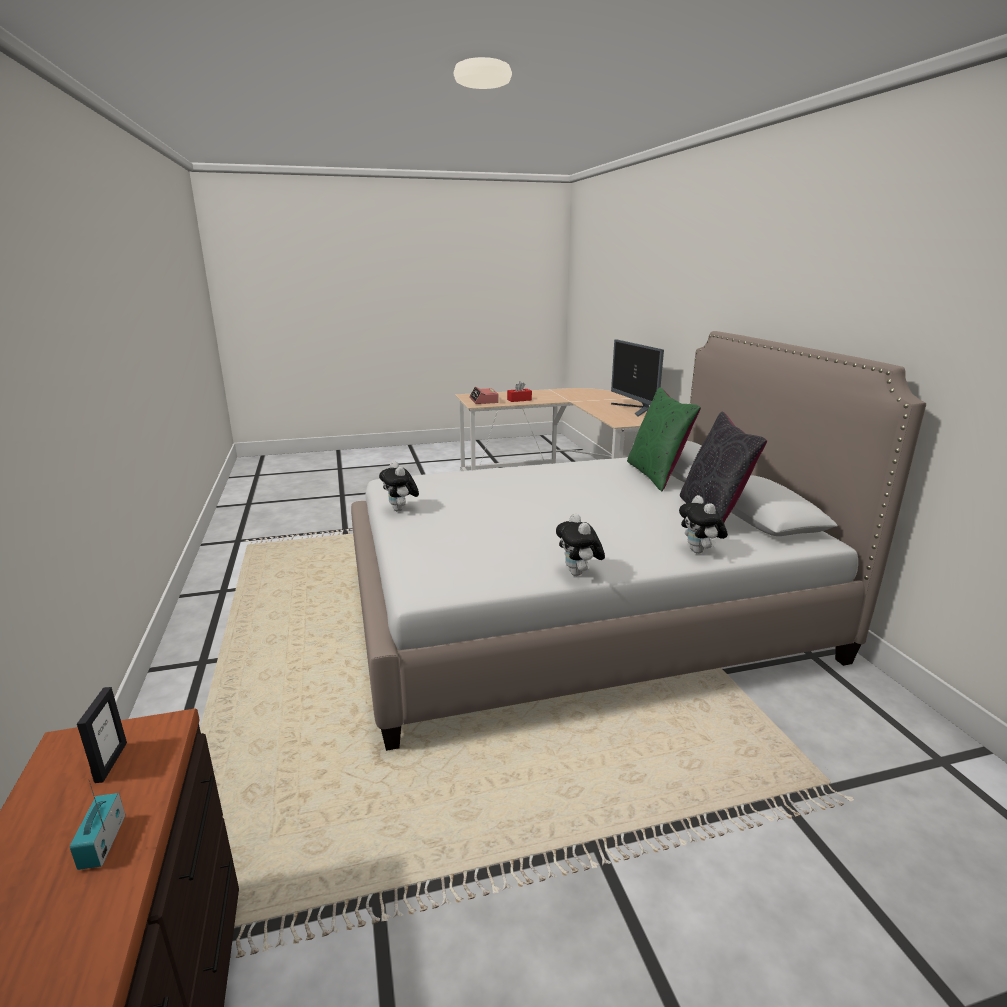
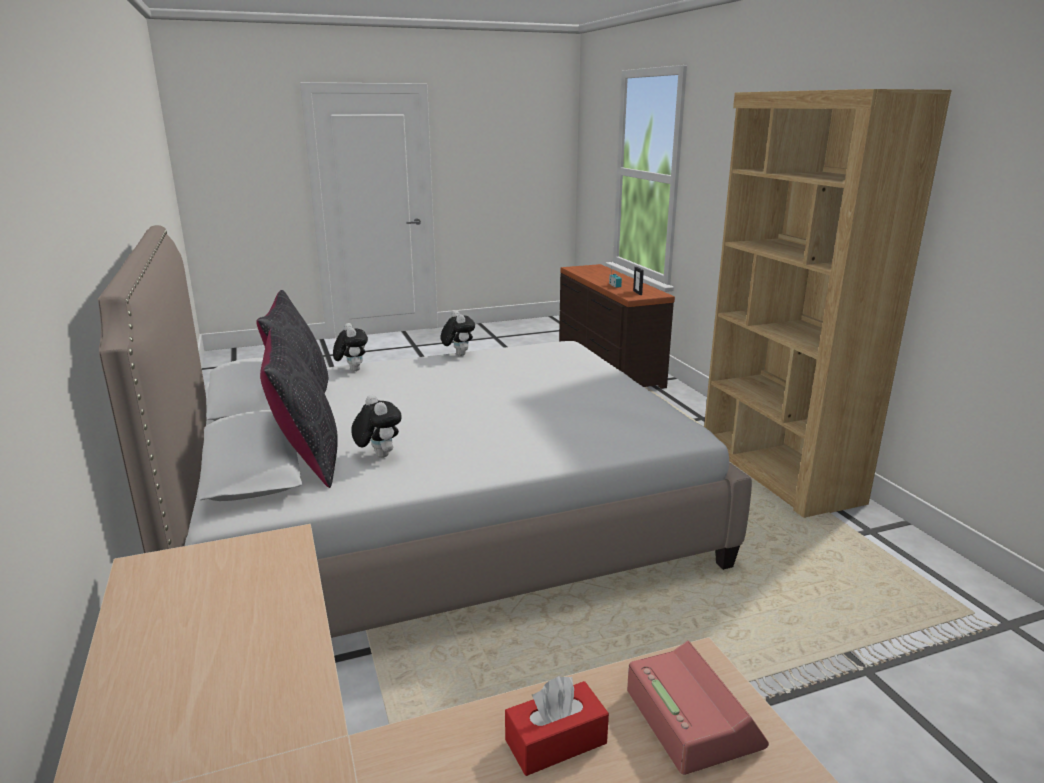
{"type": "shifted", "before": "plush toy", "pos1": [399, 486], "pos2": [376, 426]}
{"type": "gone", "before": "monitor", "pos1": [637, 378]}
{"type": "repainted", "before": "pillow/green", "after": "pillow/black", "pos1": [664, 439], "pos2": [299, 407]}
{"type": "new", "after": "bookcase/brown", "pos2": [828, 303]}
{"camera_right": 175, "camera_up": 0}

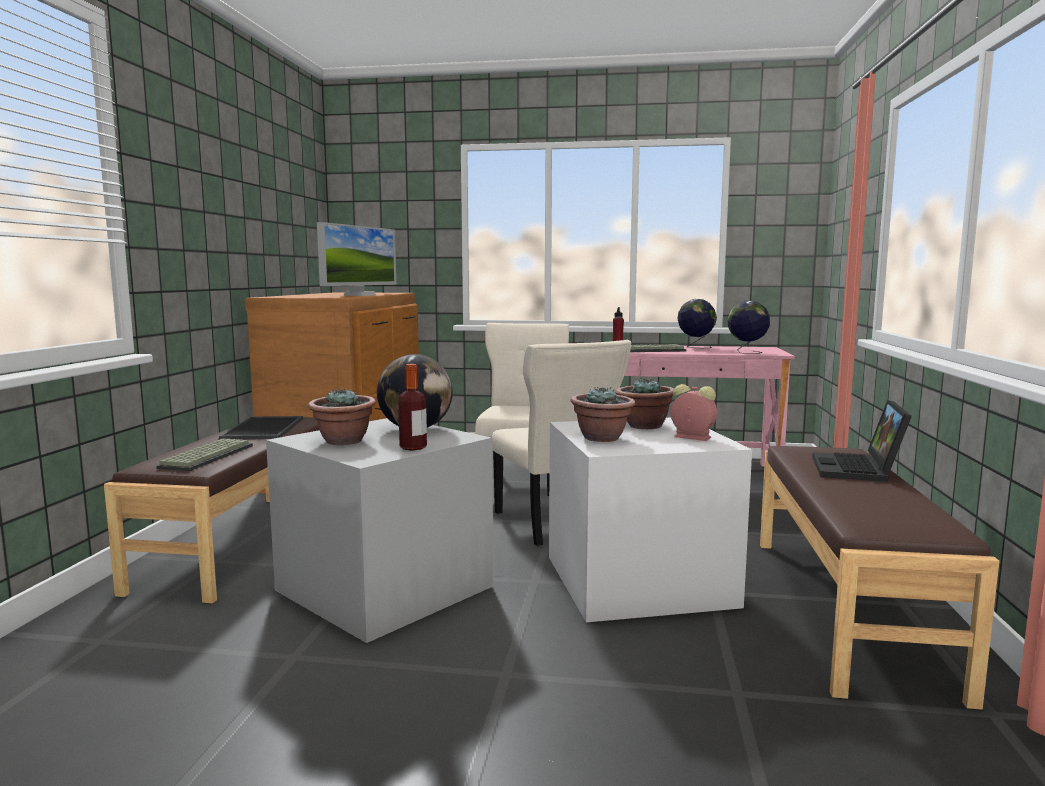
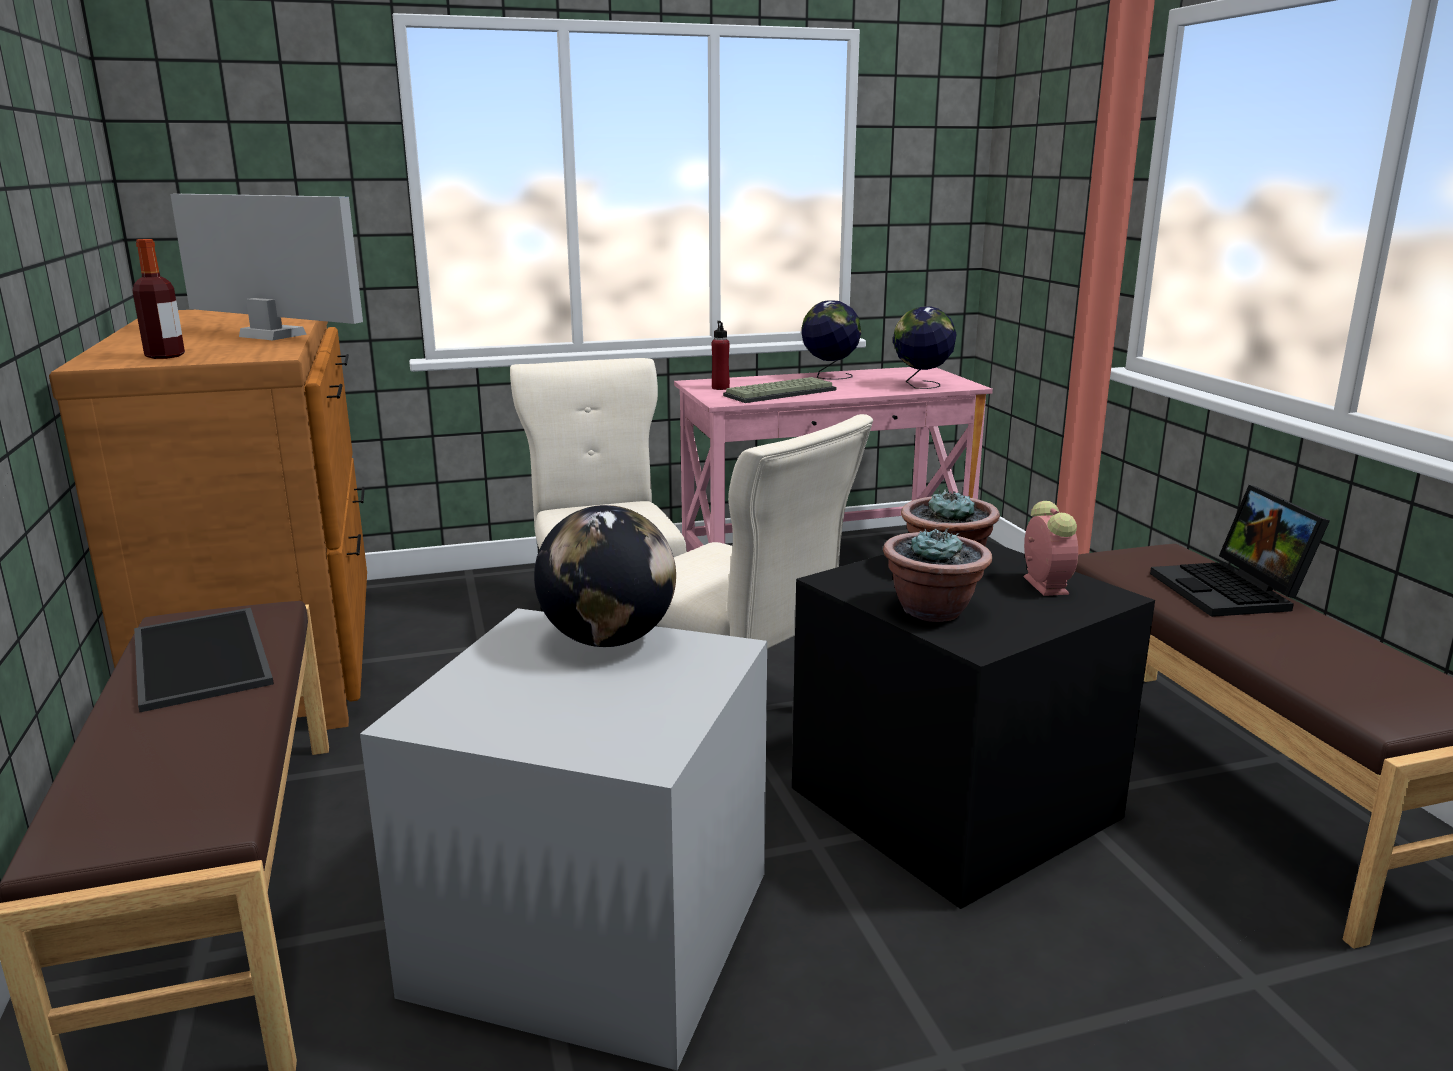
{"type": "gone", "before": "keyboard", "pos1": [204, 454]}
{"type": "gone", "before": "potted plant", "pos1": [342, 416]}
{"type": "rotated", "before": "monitor", "pos1": [356, 259], "pos2": [266, 267], "turn": -60}
{"type": "shifted", "before": "bottle", "pos1": [412, 407], "pos2": [158, 299]}
{"type": "repainted", "before": "storage box/white", "after": "storage box/black", "pos1": [650, 520], "pos2": [973, 725]}
{"type": "rotated", "before": "alarm clock", "pos1": [694, 412], "pos2": [1051, 548], "turn": 75}
{"camera_right": -25, "camera_up": 10}

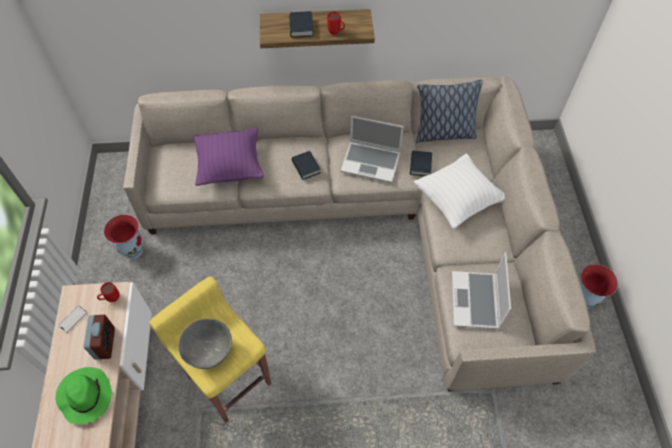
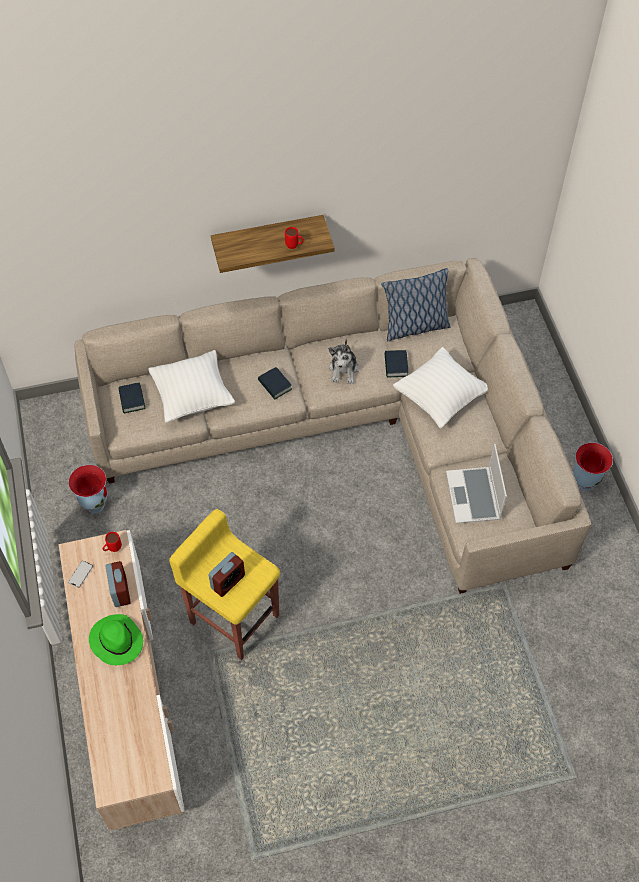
{"type": "swapped", "before": "bowl/grey", "after": "alarm clock", "pos1": [205, 344], "pos2": [226, 574]}
{"type": "repainted", "before": "pillow/purple", "after": "pillow/white", "pos1": [229, 157], "pos2": [191, 386]}
{"type": "shifted", "before": "book", "pos1": [301, 24], "pos2": [132, 397]}
{"type": "swapped", "before": "laptop", "after": "plush toy", "pos1": [372, 149], "pos2": [343, 362]}
{"camera_right": -10, "camera_up": 0}

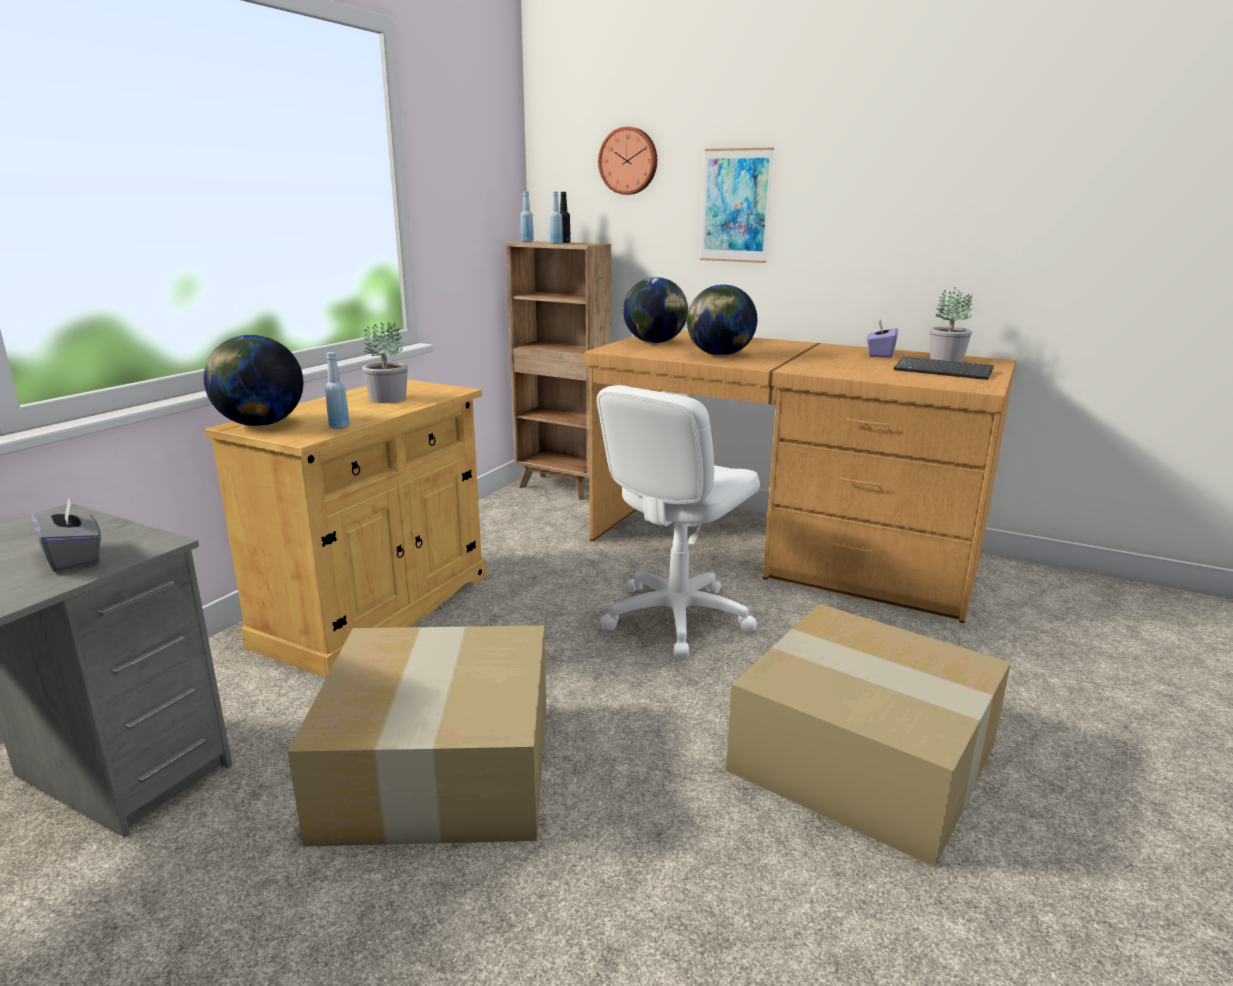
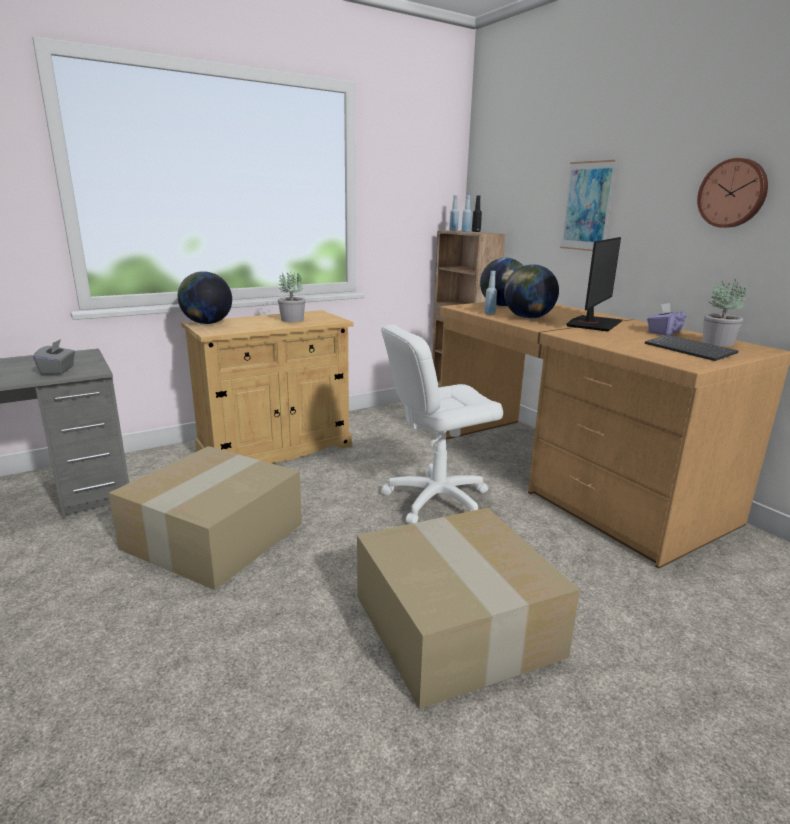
{"type": "shifted", "before": "bottle/blue", "pos1": [337, 390], "pos2": [490, 293]}
{"type": "shifted", "before": "wall clock", "pos1": [627, 161], "pos2": [732, 193]}
{"type": "new", "after": "monitor", "pos2": [594, 284]}
{"camera_right": 30, "camera_up": 0}

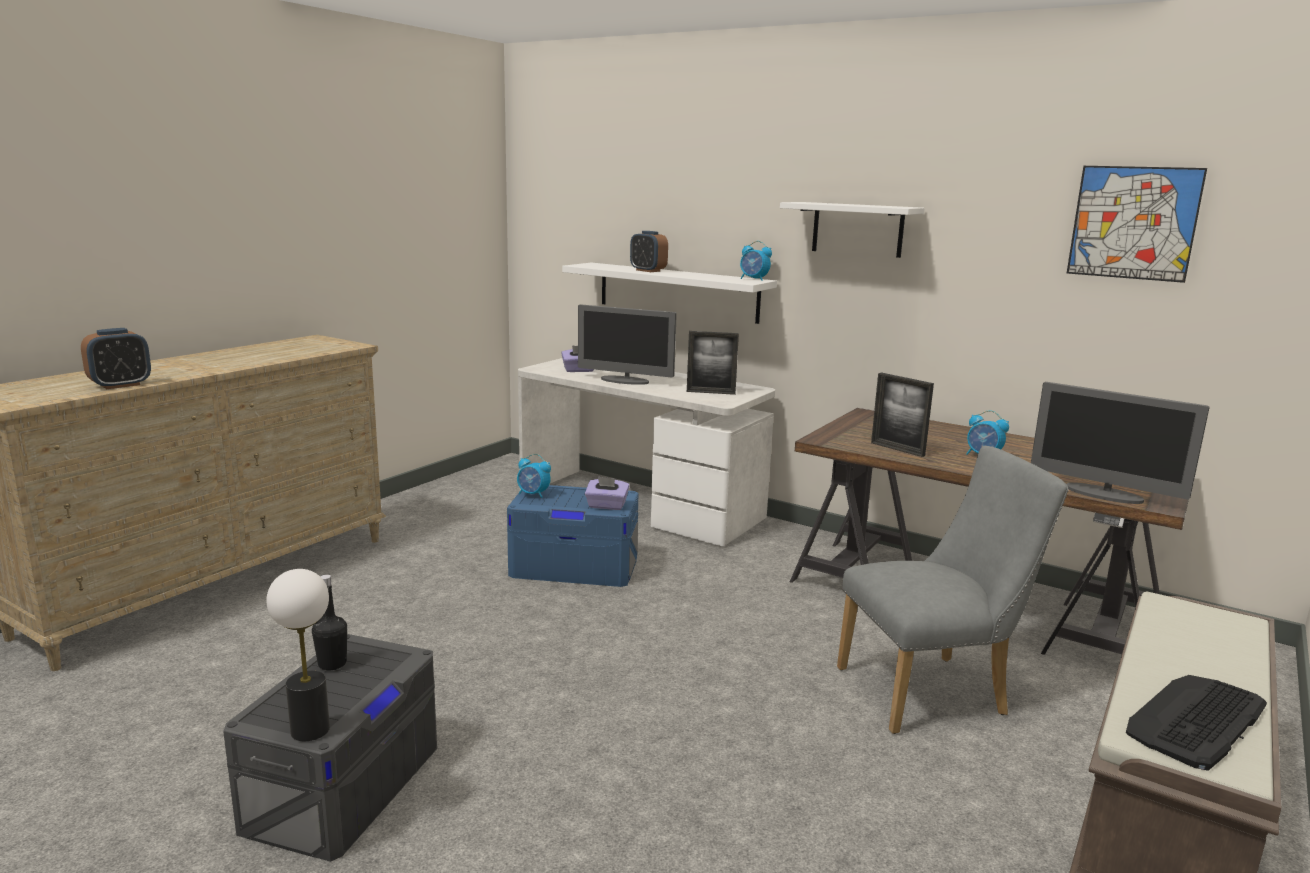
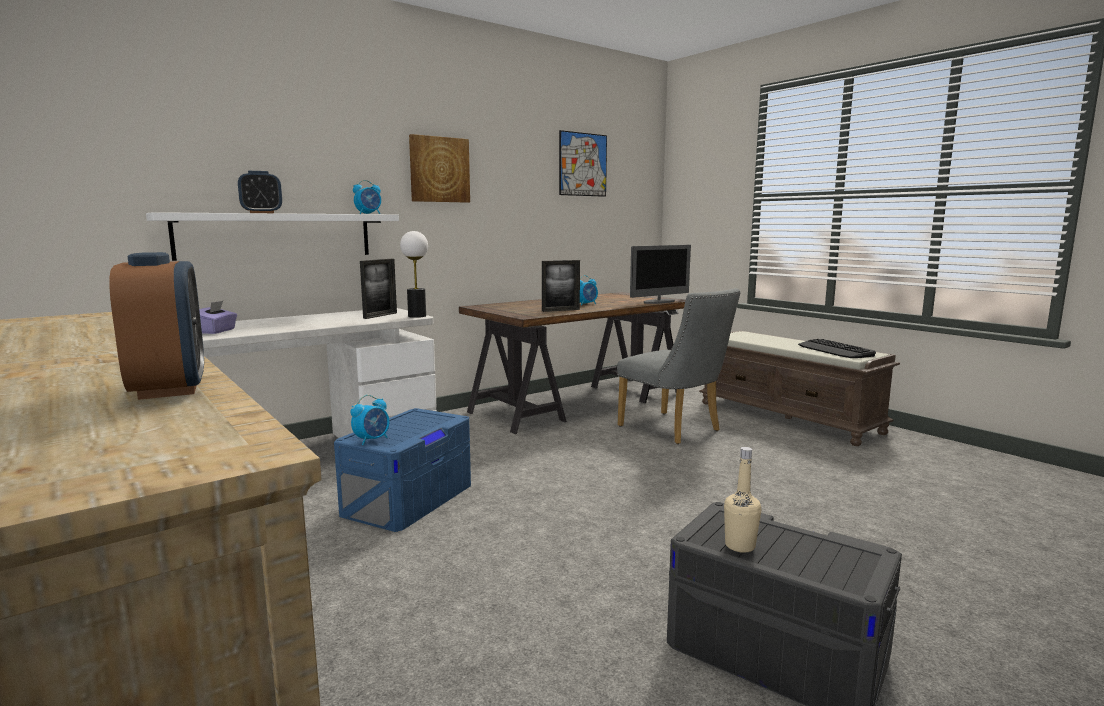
{"type": "shifted", "before": "table lamp", "pos1": [298, 655], "pos2": [414, 274]}
{"type": "repainted", "before": "bottle/black", "after": "bottle/beige", "pos1": [329, 622], "pos2": [742, 500]}
{"type": "gone", "before": "monitor", "pos1": [627, 344]}
{"type": "gone", "before": "tissue box/purple", "pos1": [607, 493]}
{"type": "swapped", "before": "shelf/white", "after": "picture", "pos1": [852, 230], "pos2": [439, 168]}
{"type": "rotated", "before": "chair/grey", "pos1": [953, 590], "pos2": [679, 366], "turn": 135}
{"camera_right": -70, "camera_up": -5}

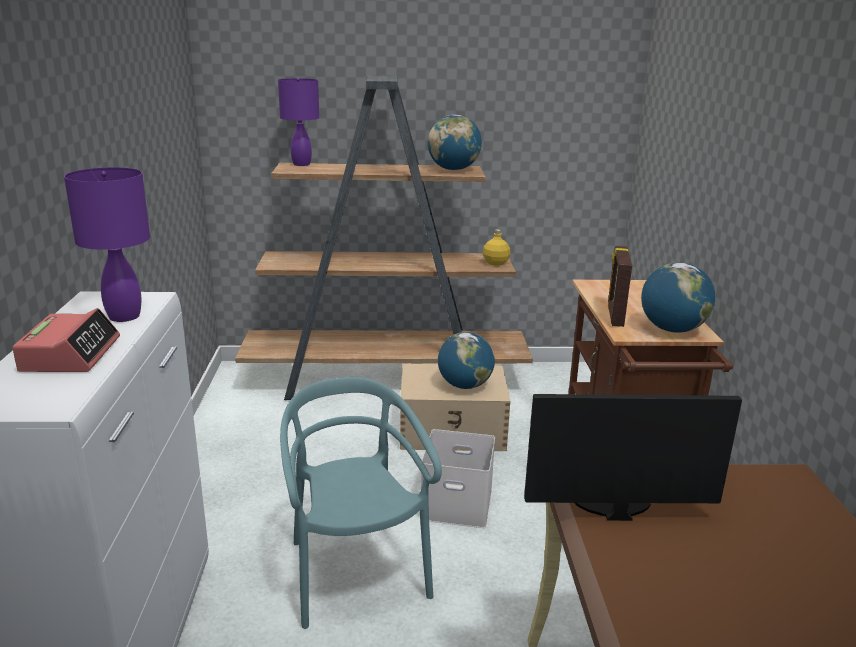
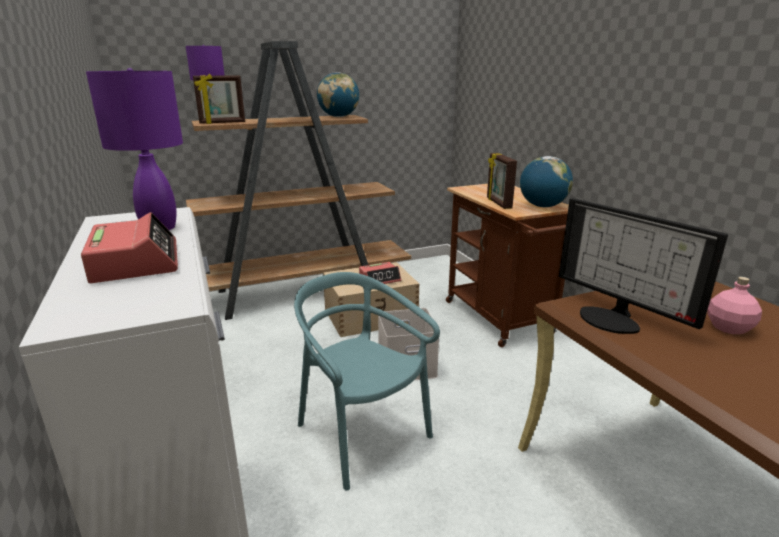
{"type": "swapped", "before": "globe", "after": "alarm clock", "pos1": [466, 360], "pos2": [380, 273]}
{"type": "gone", "before": "bottle/yellow", "pos1": [497, 247]}
{"type": "rotated", "before": "monitor", "pos1": [633, 457], "pos2": [643, 266], "turn": -105}
{"type": "new", "after": "picture frame", "pos2": [219, 99]}
{"type": "new", "after": "bottle/pink", "pos2": [734, 305]}
{"camera_right": -20, "camera_up": 0}

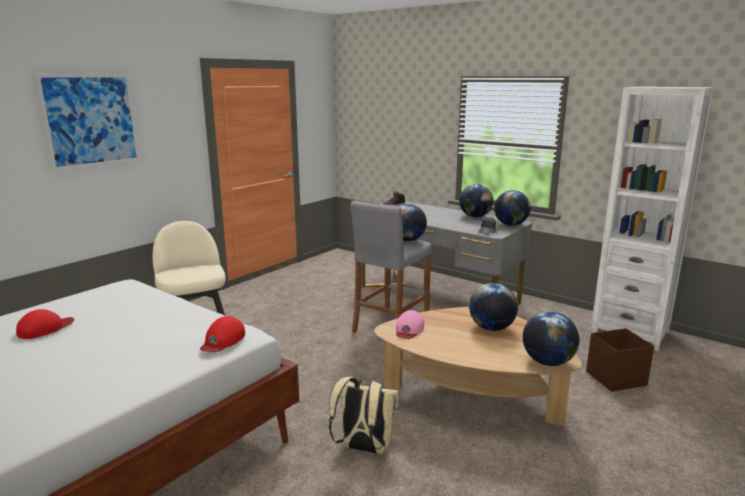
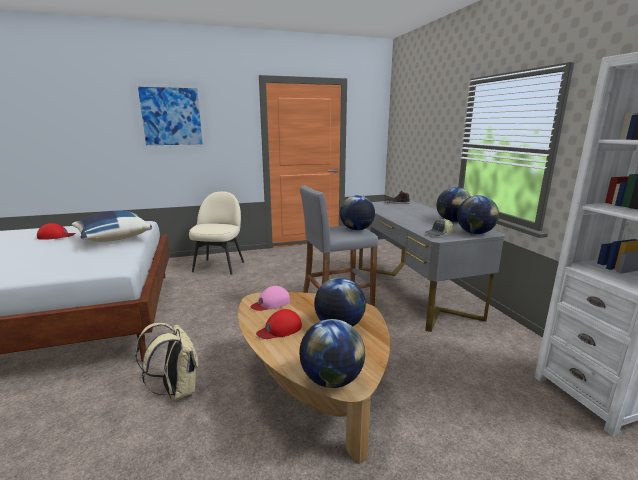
{"type": "shifted", "before": "cap/red", "pos1": [222, 334], "pos2": [279, 324]}
{"type": "gone", "before": "storage box/brown", "pos1": [620, 360]}
{"type": "new", "after": "pillow/blue", "pos2": [112, 226]}
{"camera_right": 35, "camera_up": 0}

